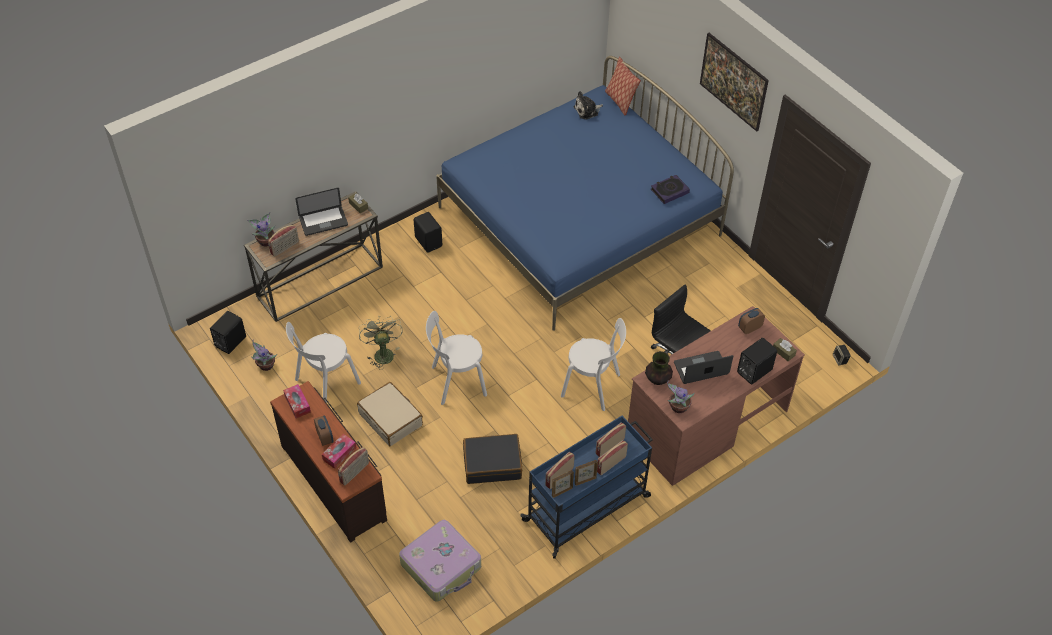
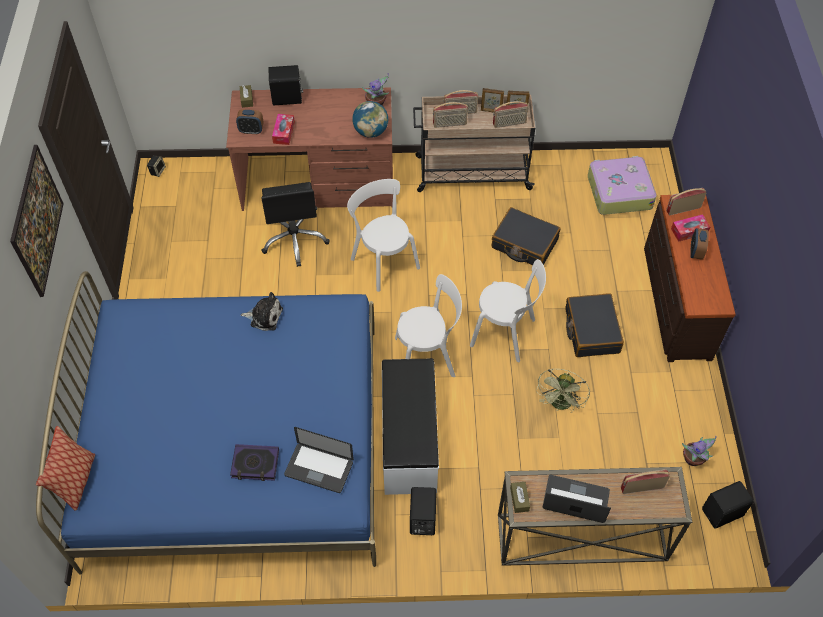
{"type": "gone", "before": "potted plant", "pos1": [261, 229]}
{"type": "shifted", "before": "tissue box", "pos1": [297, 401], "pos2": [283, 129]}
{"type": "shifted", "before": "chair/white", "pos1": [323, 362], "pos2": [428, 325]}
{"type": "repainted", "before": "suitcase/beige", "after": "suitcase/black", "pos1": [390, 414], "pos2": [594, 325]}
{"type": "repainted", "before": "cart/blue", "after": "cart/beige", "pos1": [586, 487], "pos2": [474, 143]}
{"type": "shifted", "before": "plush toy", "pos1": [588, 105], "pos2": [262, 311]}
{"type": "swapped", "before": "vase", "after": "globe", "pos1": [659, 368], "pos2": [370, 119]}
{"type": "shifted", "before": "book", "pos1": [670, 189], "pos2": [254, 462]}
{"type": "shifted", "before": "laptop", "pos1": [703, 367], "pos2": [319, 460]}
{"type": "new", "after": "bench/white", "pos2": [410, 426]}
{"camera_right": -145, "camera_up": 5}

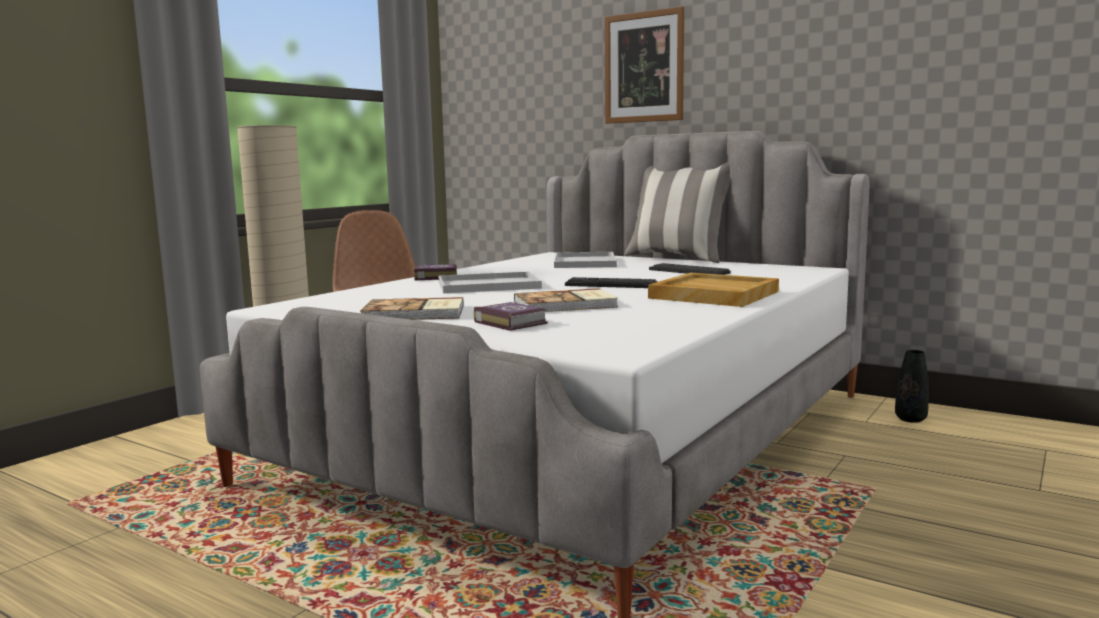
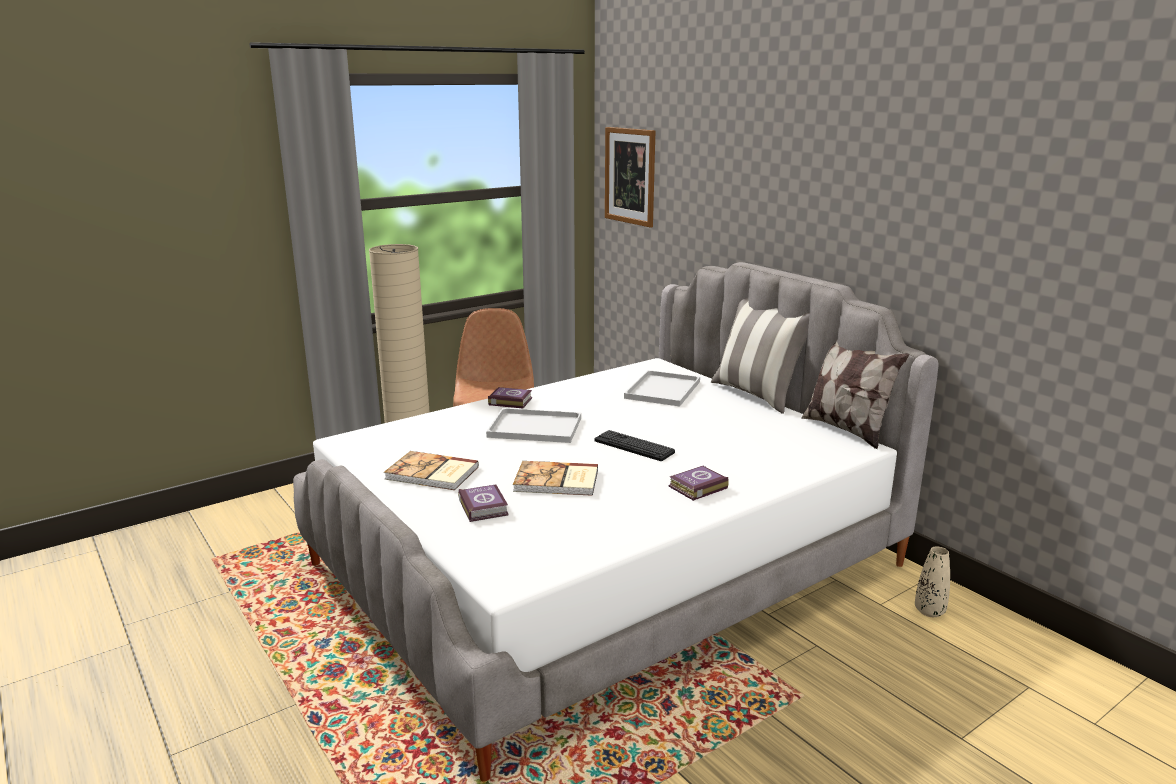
{"type": "shifted", "before": "picture", "pos1": [644, 65], "pos2": [630, 177]}
{"type": "swapped", "before": "tray/beige", "after": "book", "pos1": [713, 290], "pos2": [698, 483]}
{"type": "gone", "before": "keyboard", "pos1": [690, 269]}
{"type": "repainted", "before": "vase/black", "after": "vase/beige", "pos1": [912, 386], "pos2": [932, 581]}
{"type": "new", "after": "pillow", "pos2": [855, 394]}
{"camera_right": 20, "camera_up": 10}

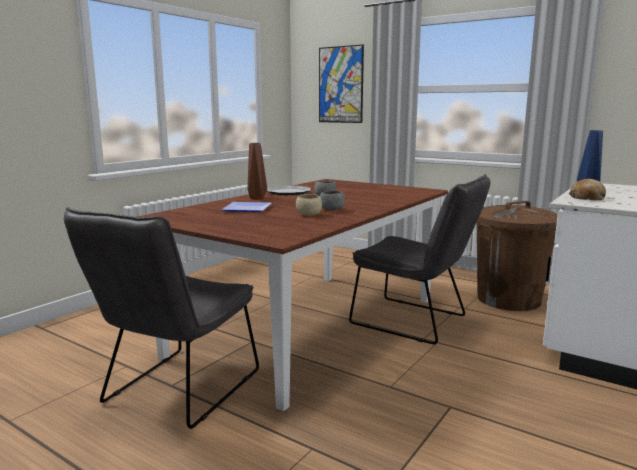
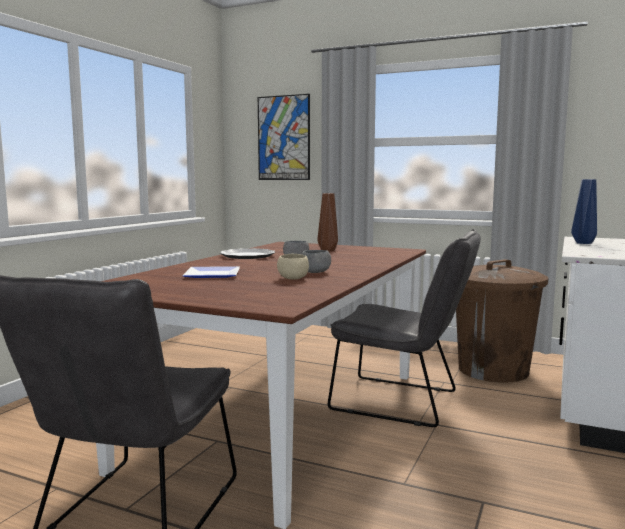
{"type": "shifted", "before": "vase/brown", "pos1": [257, 171], "pos2": [327, 222]}
{"type": "gone", "before": "bread", "pos1": [587, 189]}
{"camera_right": -10, "camera_up": -5}

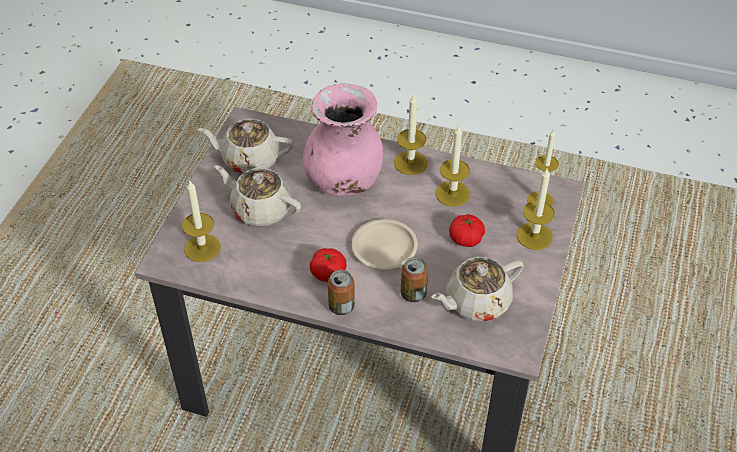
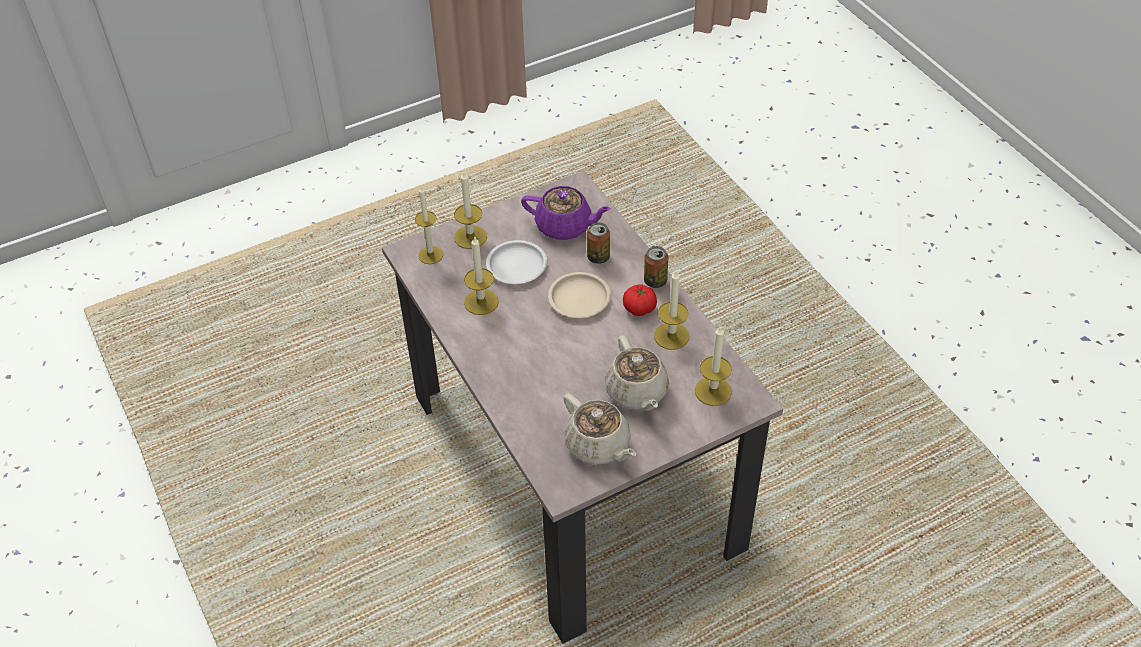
{"type": "gone", "before": "vase/pink", "pos1": [343, 139]}
{"type": "shifted", "before": "candle", "pos1": [410, 134], "pos2": [671, 310]}
{"type": "repainted", "before": "teapot/beige", "after": "teapot/purple", "pos1": [477, 289], "pos2": [566, 213]}
{"type": "swapped", "before": "tomato", "after": "plate/white", "pos1": [467, 230], "pos2": [516, 262]}
{"camera_right": -135, "camera_up": 0}

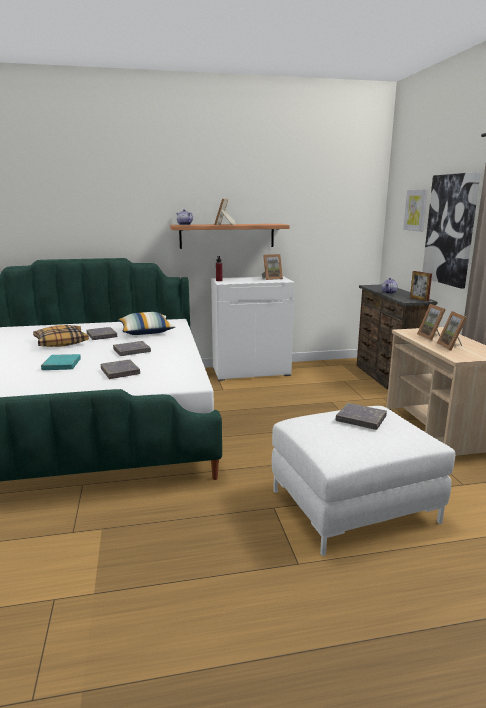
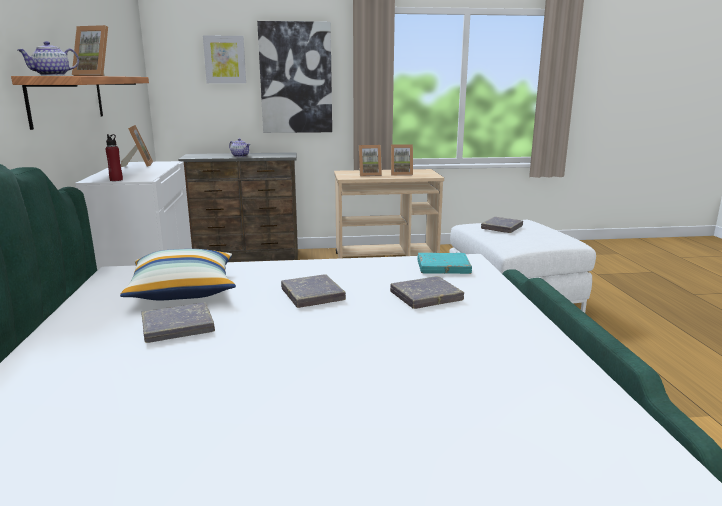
{"type": "gone", "before": "pillow", "pos1": [61, 336]}
{"type": "shifted", "before": "book/turquoise", "pos1": [61, 362], "pos2": [444, 263]}
{"type": "gone", "before": "picture frame", "pos1": [421, 286]}
{"camera_right": -85, "camera_up": 0}

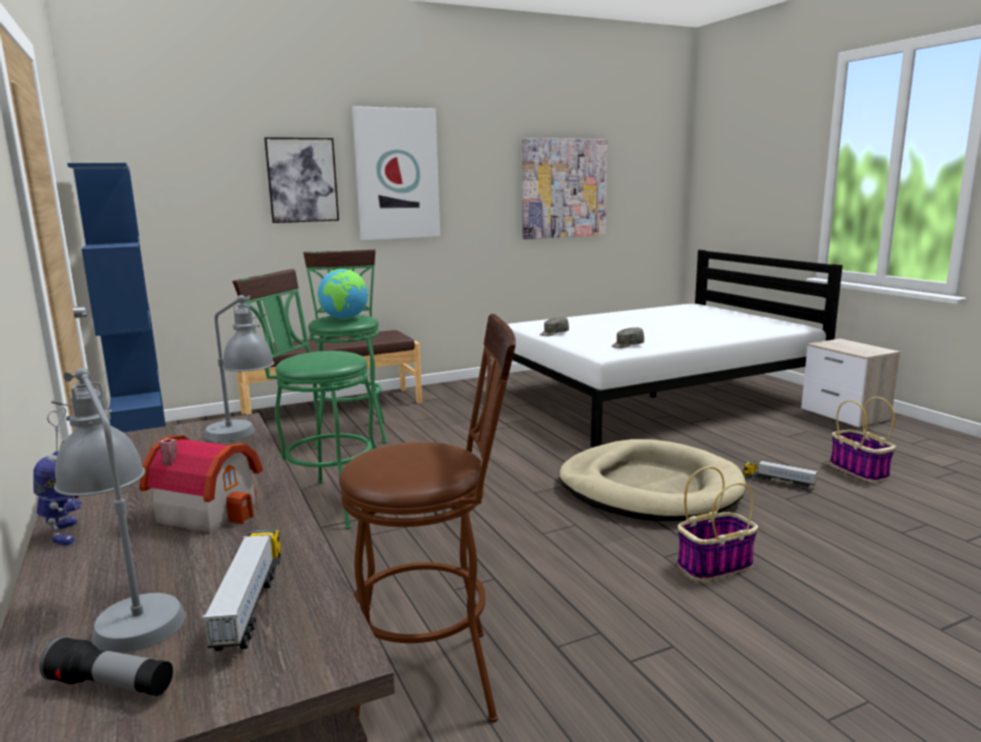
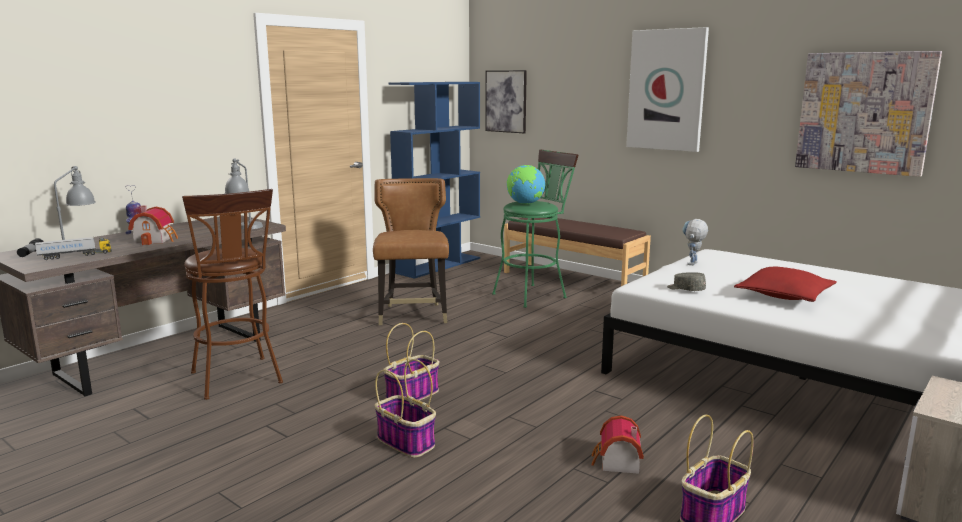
{"type": "swapped", "before": "stool/green", "after": "chair/brown", "pos1": [304, 399], "pos2": [411, 251]}
{"type": "shifted", "before": "picture", "pos1": [301, 180], "pos2": [506, 101]}
{"type": "swapped", "before": "cap/grey", "after": "toy robot", "pos1": [554, 326], "pos2": [695, 242]}
{"type": "gone", "before": "dog bed/beige", "pos1": [652, 480]}
{"type": "swapped", "before": "toy truck", "after": "toy house", "pos1": [780, 474], "pos2": [617, 444]}
{"type": "new", "after": "basket", "pos2": [411, 362]}
{"type": "new", "after": "pillow/red", "pos2": [785, 284]}
{"camera_right": 65, "camera_up": 0}

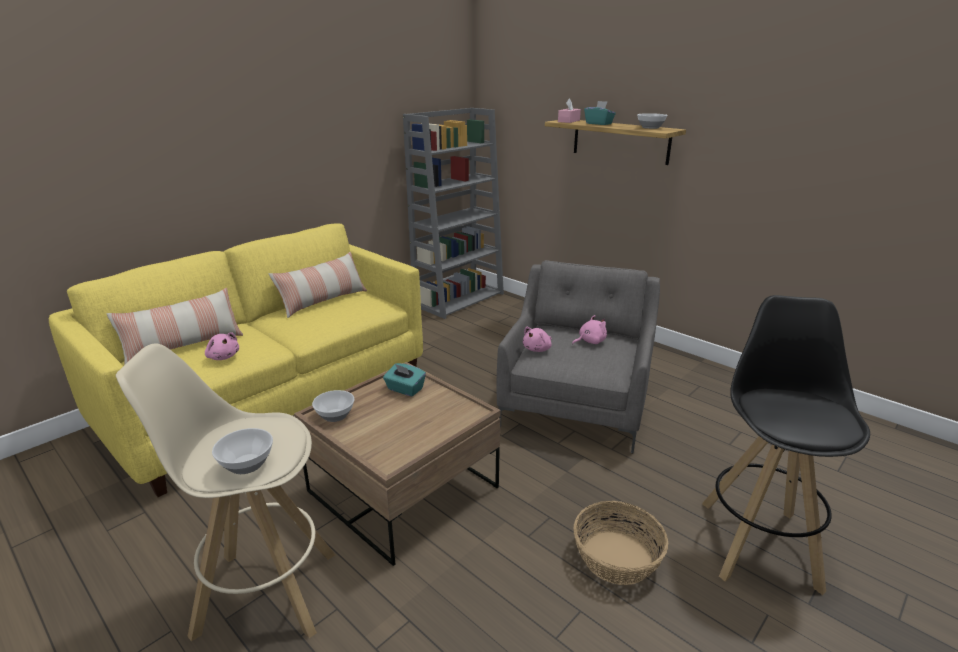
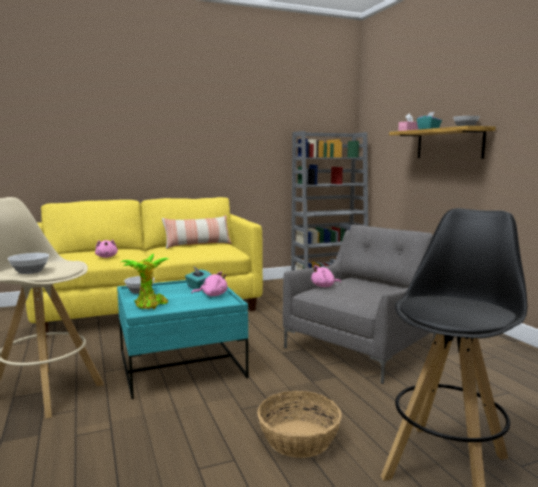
{"type": "gone", "before": "pillow", "pos1": [175, 326]}
{"type": "repainted", "before": "coffee table/brown", "after": "coffee table/turquoise", "pos1": [397, 464], "pos2": [182, 339]}
{"type": "shifted", "before": "plush toy/pink", "pos1": [589, 329], "pos2": [209, 283]}
{"type": "new", "after": "potted plant", "pos2": [144, 281]}
{"camera_right": 25, "camera_up": -15}

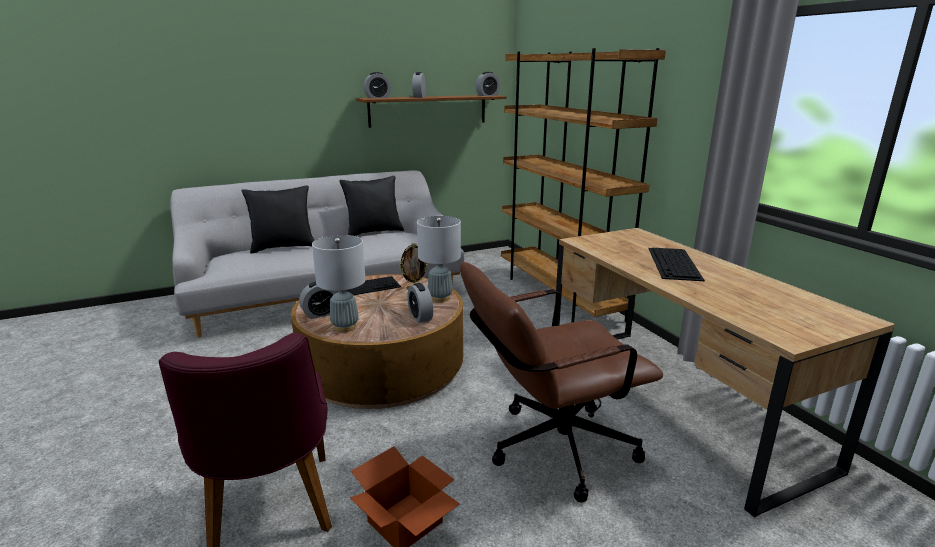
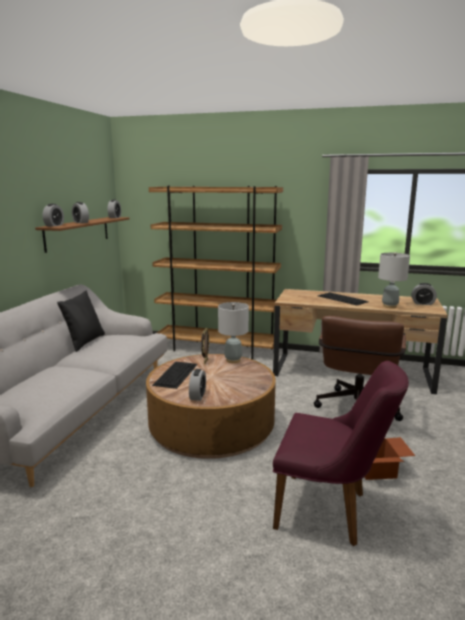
{"type": "gone", "before": "pillow/black", "pos1": [278, 220]}
{"type": "shifted", "before": "table lamp/grey", "pos1": [339, 283], "pos2": [394, 280]}
{"type": "shifted", "before": "alarm clock", "pos1": [420, 303], "pos2": [424, 294]}
{"camera_right": -50, "camera_up": -5}

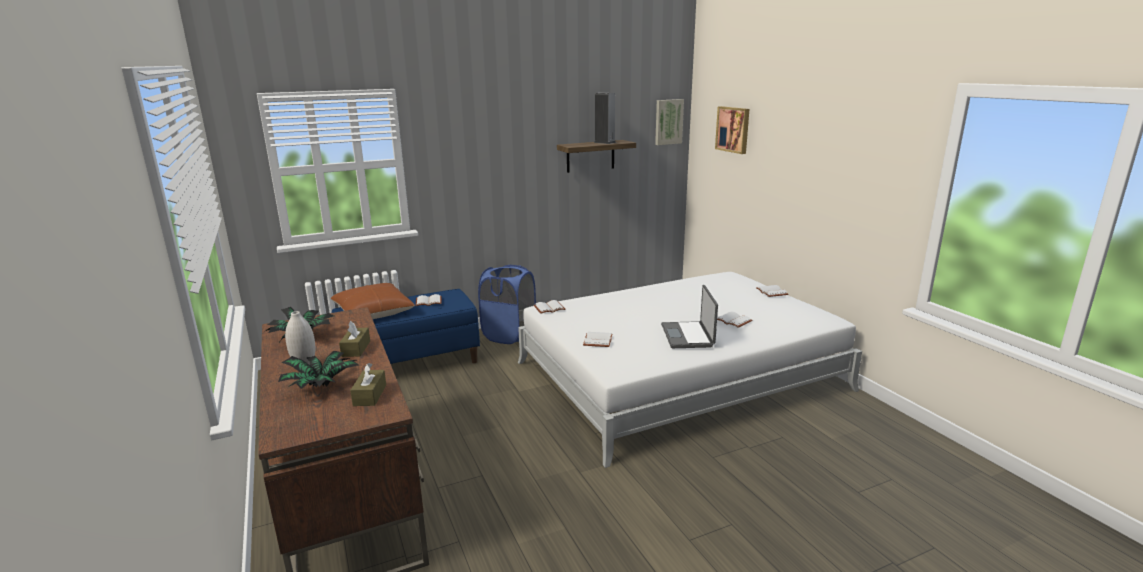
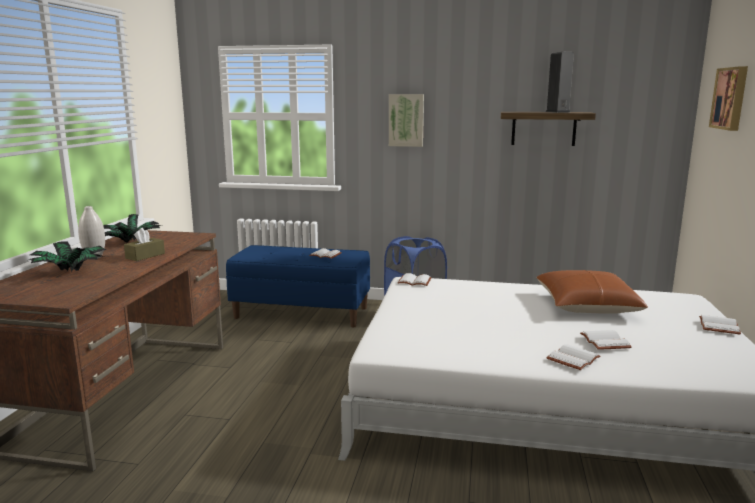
{"type": "shifted", "before": "pillow/brown", "pos1": [373, 301], "pos2": [592, 292]}
{"type": "gone", "before": "tissue box/brown", "pos1": [368, 384]}
{"type": "shifted", "before": "book/white", "pos1": [598, 339], "pos2": [573, 357]}
{"type": "shifted", "before": "picture", "pos1": [669, 122], "pos2": [406, 120]}
{"type": "gone", "before": "laptop", "pos1": [689, 316]}
{"camera_right": 35, "camera_up": -5}

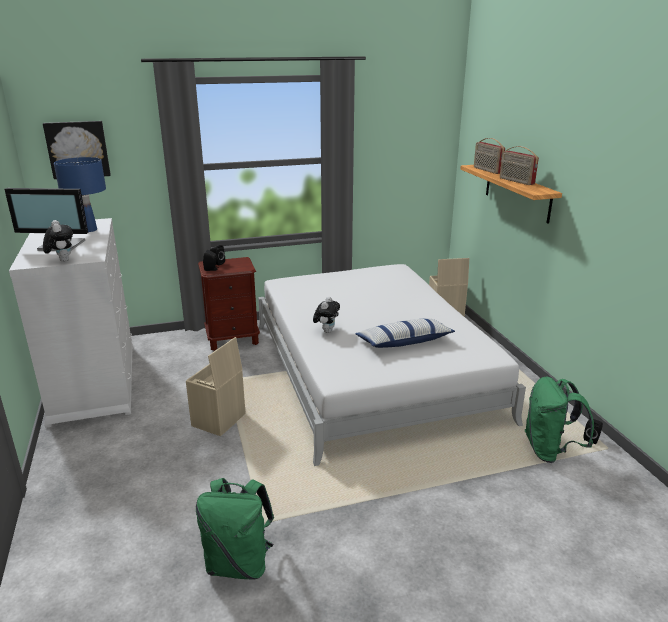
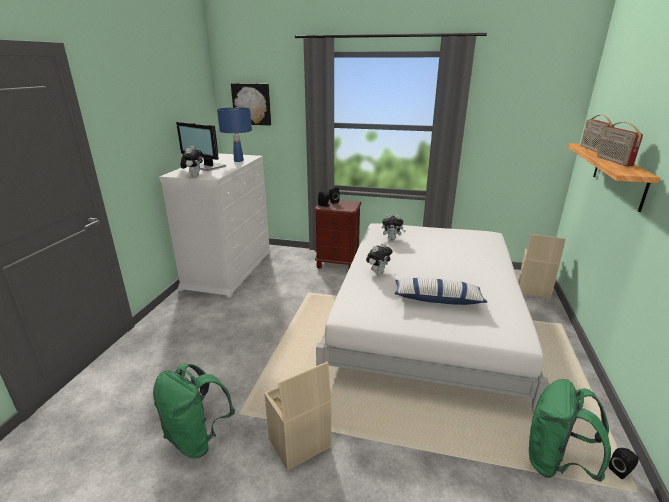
{"type": "shifted", "before": "storage box/beige", "pos1": [216, 386], "pos2": [298, 416]}
{"type": "new", "after": "plush toy", "pos2": [394, 227]}
{"camera_right": 30, "camera_up": 0}

